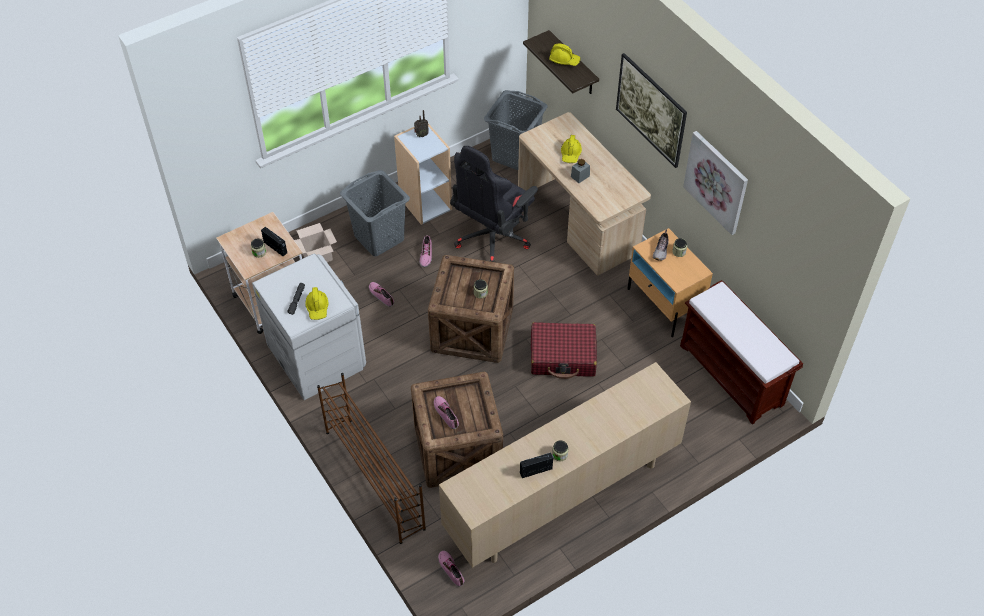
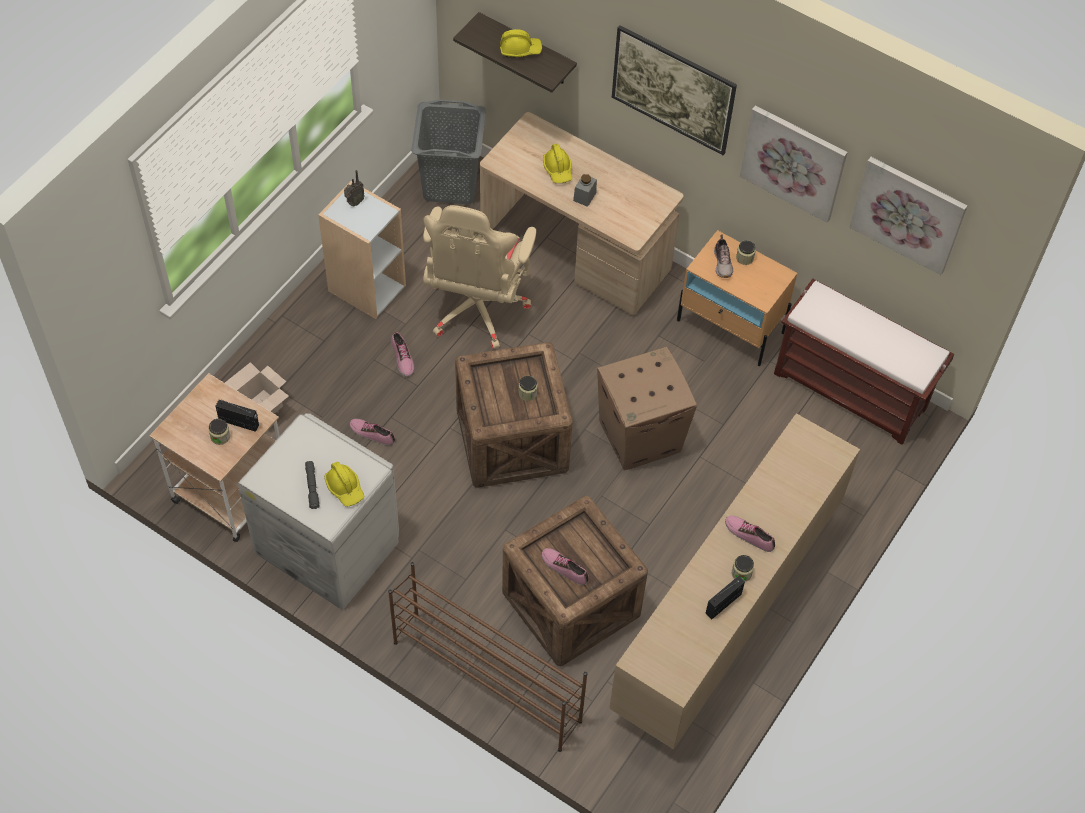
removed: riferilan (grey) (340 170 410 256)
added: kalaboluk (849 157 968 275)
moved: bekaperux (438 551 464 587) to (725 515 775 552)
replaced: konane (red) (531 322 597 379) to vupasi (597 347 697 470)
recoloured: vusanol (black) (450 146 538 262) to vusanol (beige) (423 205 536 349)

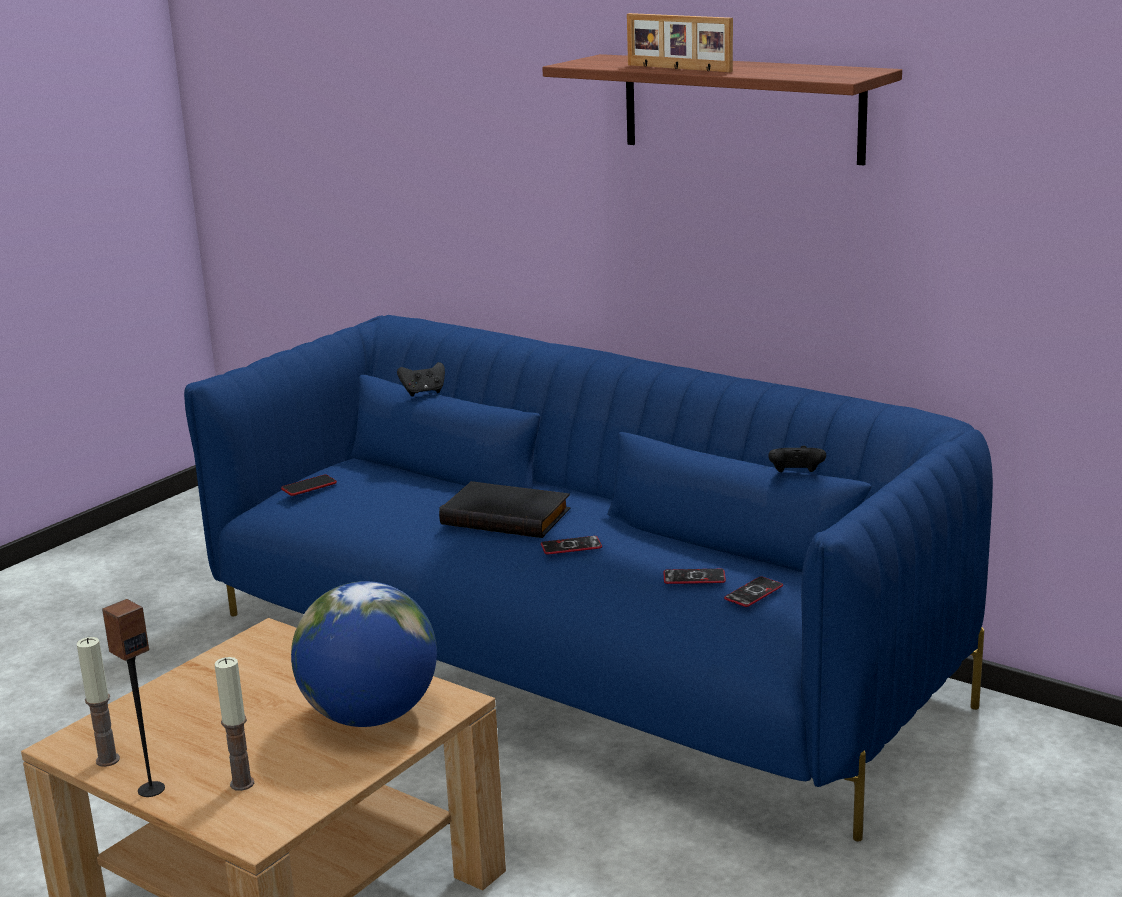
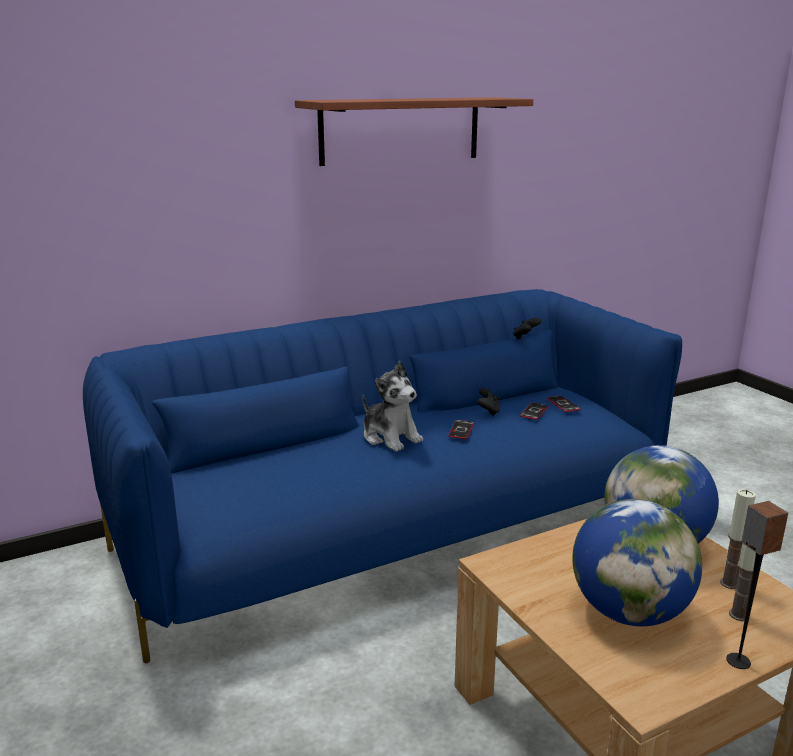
removed: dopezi (281 475 337 496); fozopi (627 13 733 72)
added: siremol (572 499 702 626)
moved: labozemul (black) (397 362 445 396) to (477 388 500 416); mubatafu (76 637 120 767) to (720 489 756 589)
replaced: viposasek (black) (439 481 570 538) to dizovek (363 361 423 452)

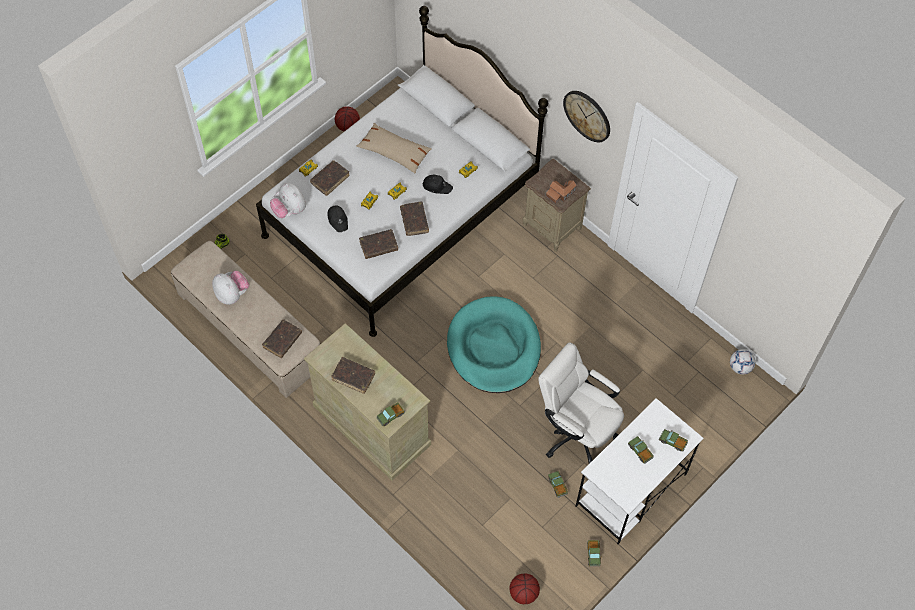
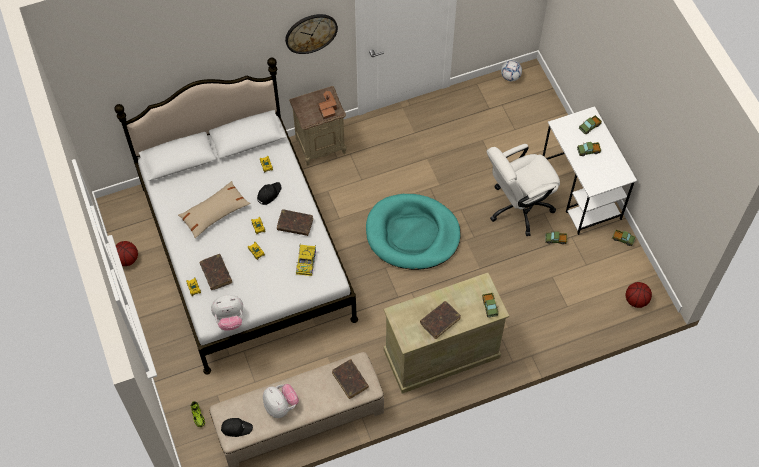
moved: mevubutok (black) (327 205 348 232) to (221 418 253 437)
replaced: viposasek (brown) (359 229 398 259) to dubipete (296 245 316 276)
turned: dizovek (212 271 249 305) = (263 384 299 418) 75 degrees clockwise

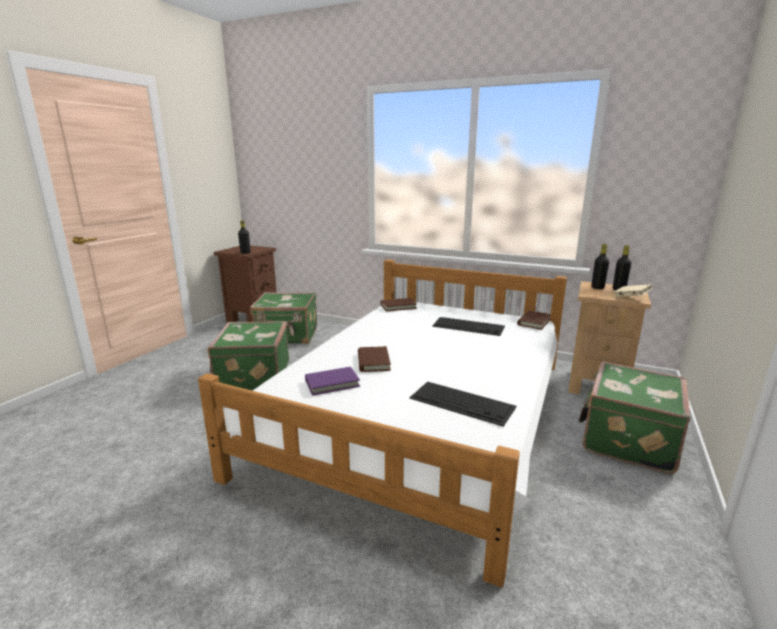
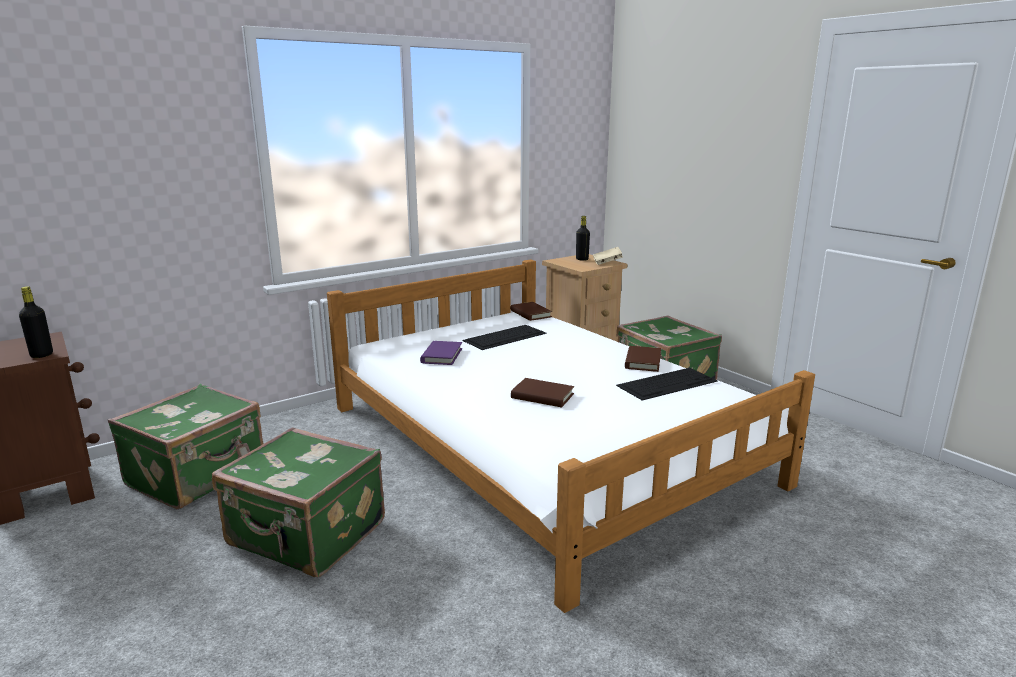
removed: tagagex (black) (592 244 609 289)
moved: viposasek (purple) (305 367 360 395) to (420 341 462 365); viposasek (brown) (381 298 417 311) to (625 346 661 372)

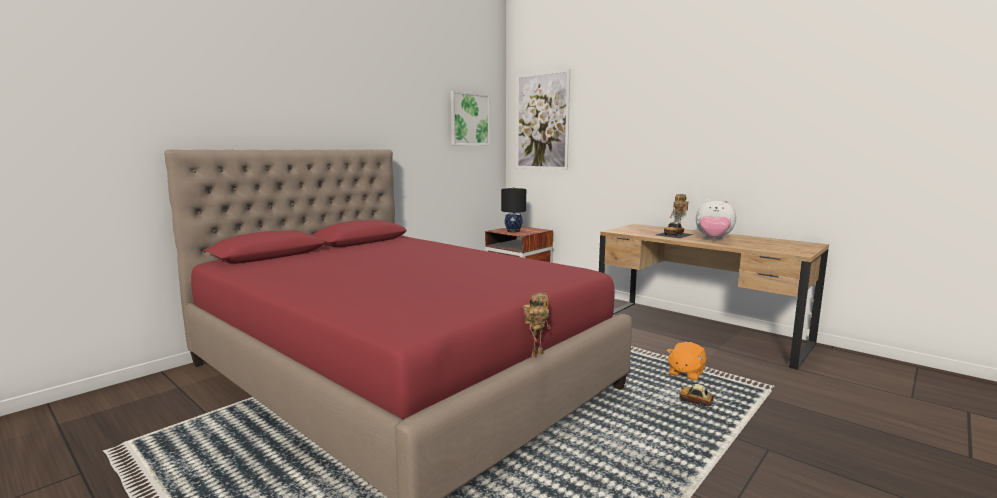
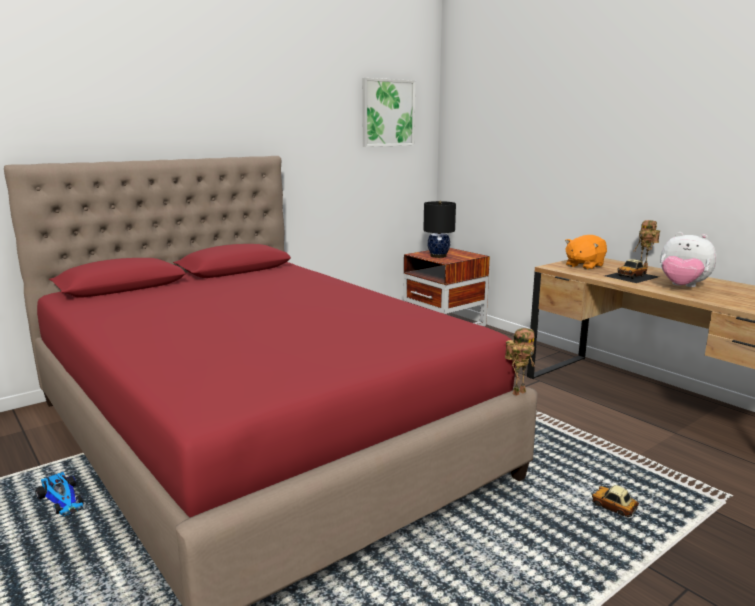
removed: kalaboluk (516 69 570 170)
added: dubipete (35 472 84 516)
moved: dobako (523 293 550 358) to (505 328 535 396); dizovek (orange) (666 342 706 381) to (565 235 607 270)

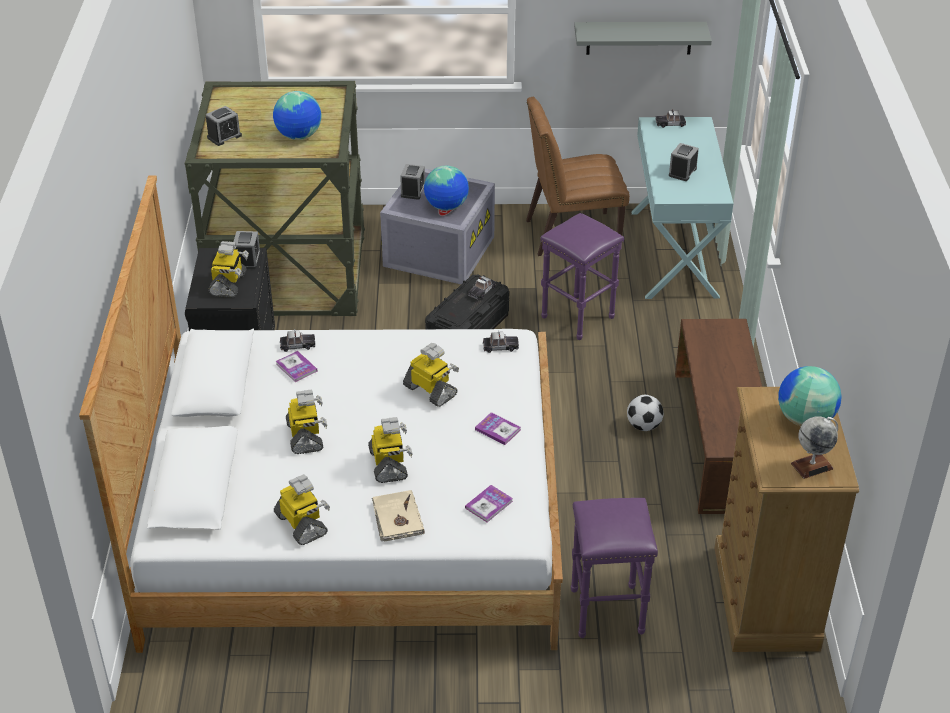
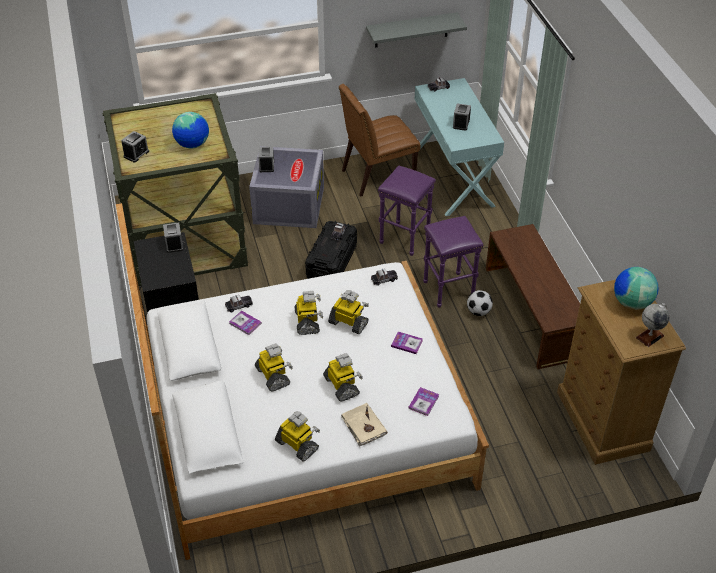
removed: siremol (424 166 469 211)
moved: dobako (208 241 249 298) to (294 291 323 335); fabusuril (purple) (571 498 658 638) to (423 216 483 308)

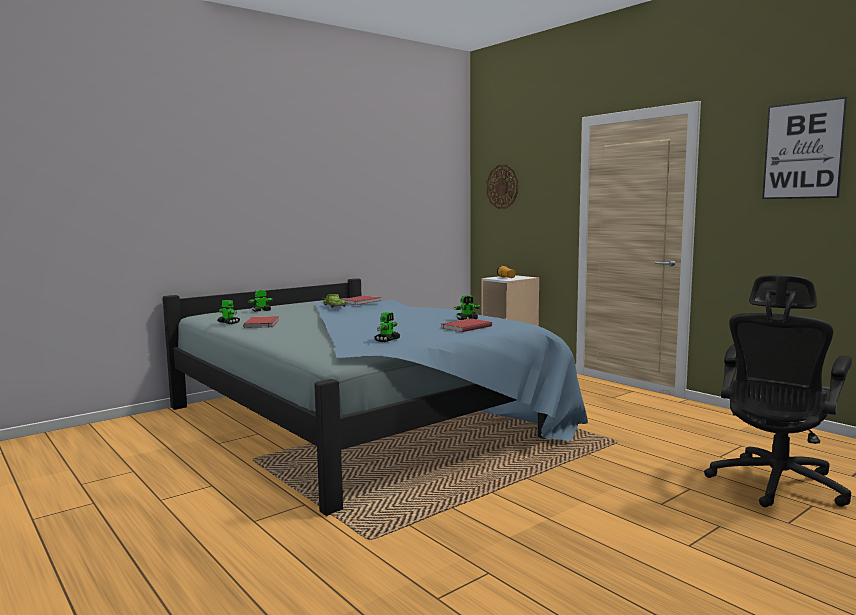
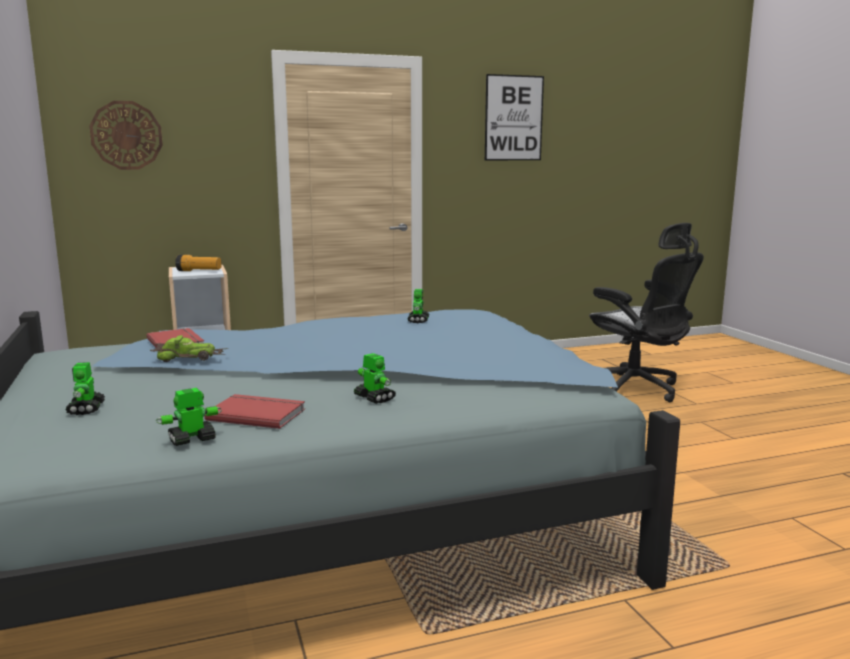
removed: viposasek (red) (441 318 492 332)
moved: dobako (374 312 401 342) to (354 353 396 404)

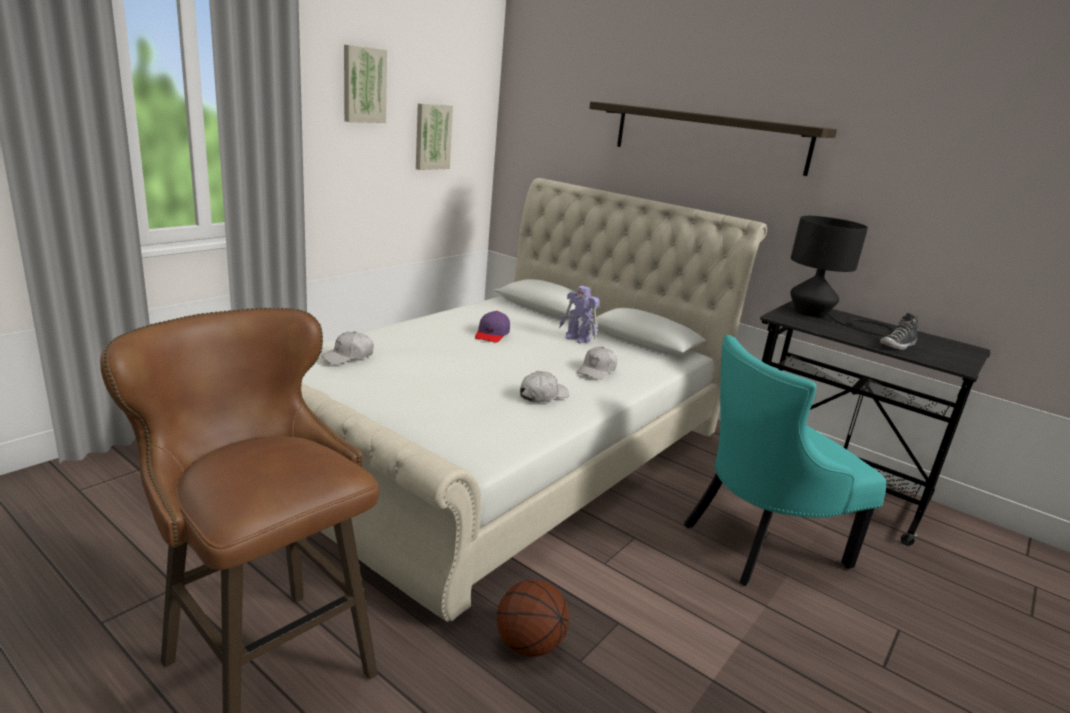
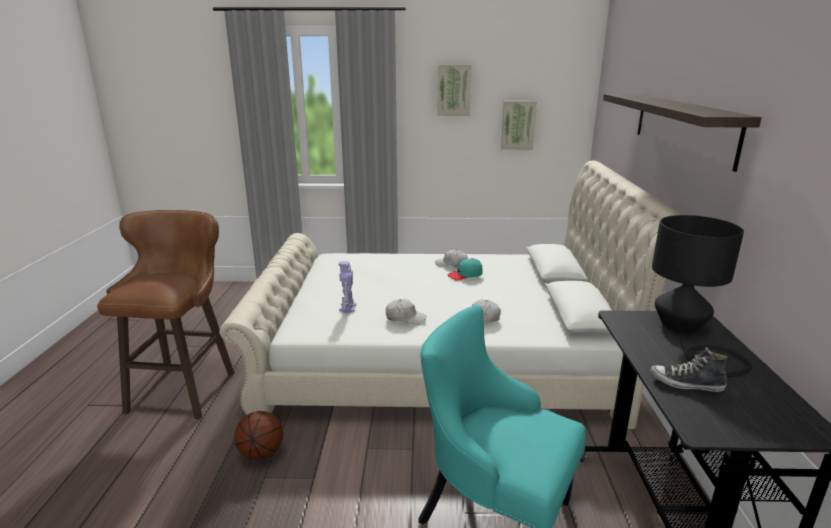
moved: dobako (559 286 600 343) to (339 261 356 313); mevubutok (white) (321 332 374 364) to (435 249 468 267)
recoloured: mevubutok (purple) (475 311 510 343) to mevubutok (turquoise) (447 258 482 280)

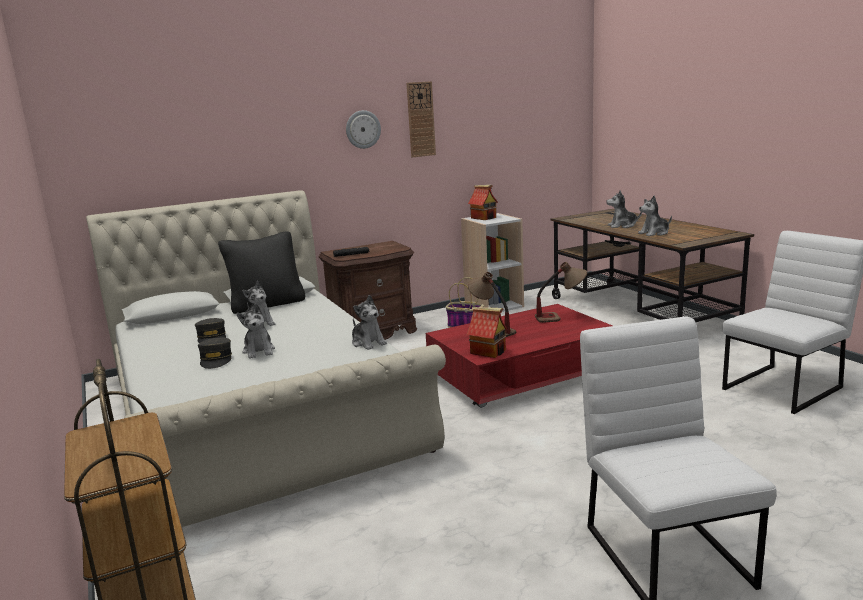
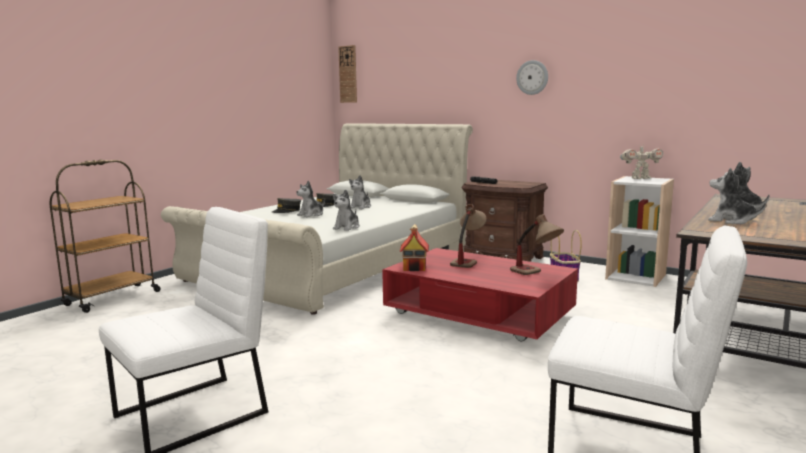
removed: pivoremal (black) (218 231 305 314)
moved: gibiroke (407 81 436 157) to (338 45 357 103)
replaced: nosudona (468 185 498 220) to dobako (620 147 664 179)

